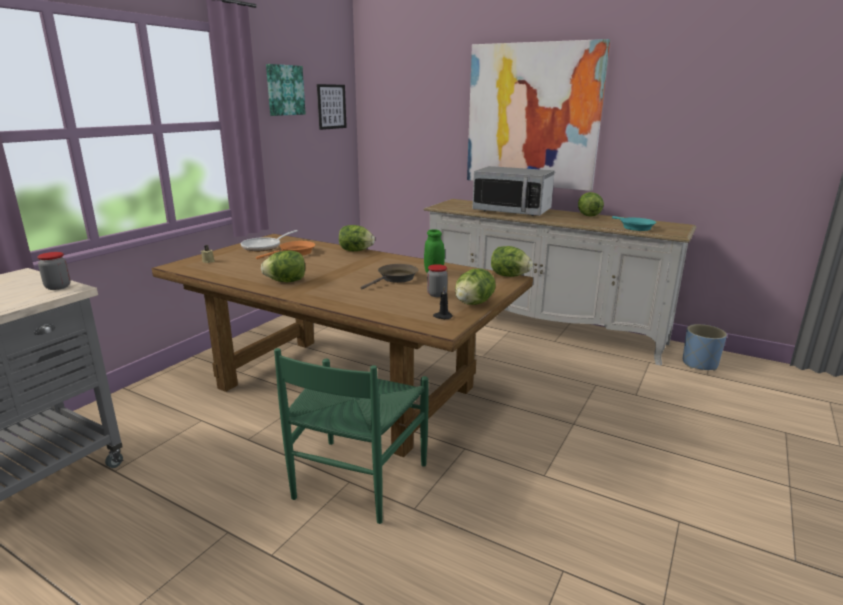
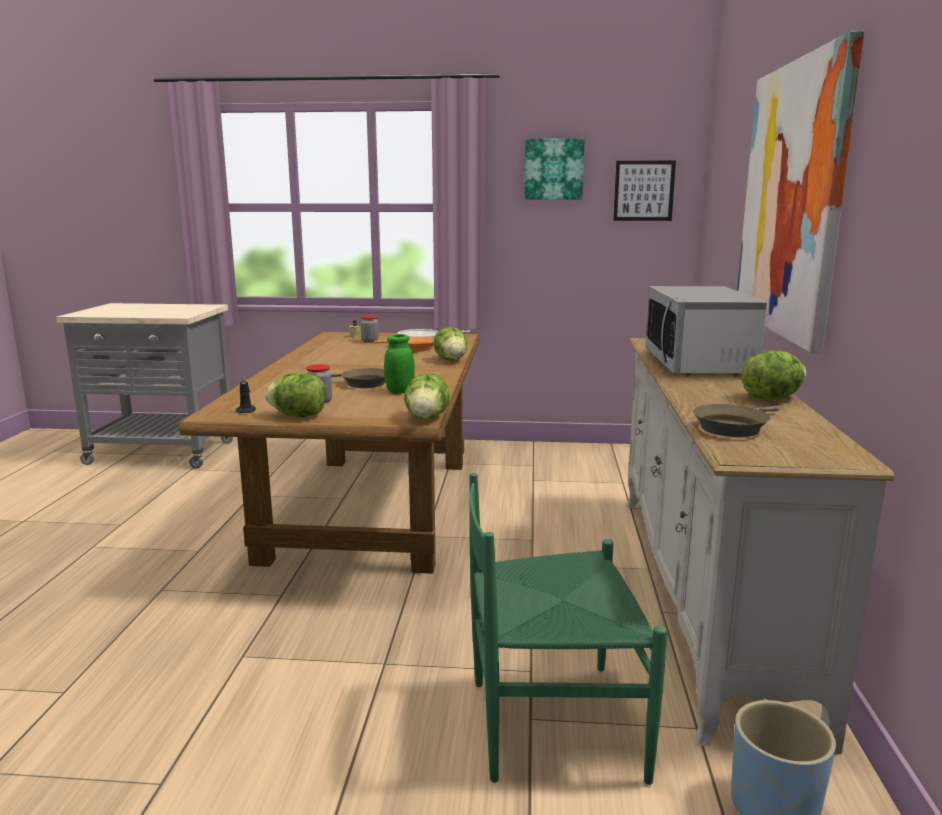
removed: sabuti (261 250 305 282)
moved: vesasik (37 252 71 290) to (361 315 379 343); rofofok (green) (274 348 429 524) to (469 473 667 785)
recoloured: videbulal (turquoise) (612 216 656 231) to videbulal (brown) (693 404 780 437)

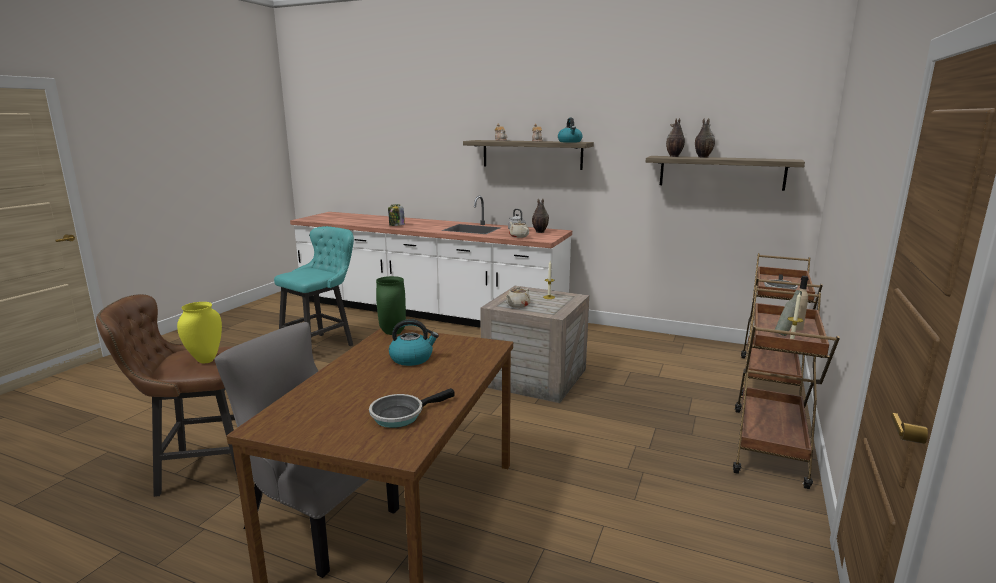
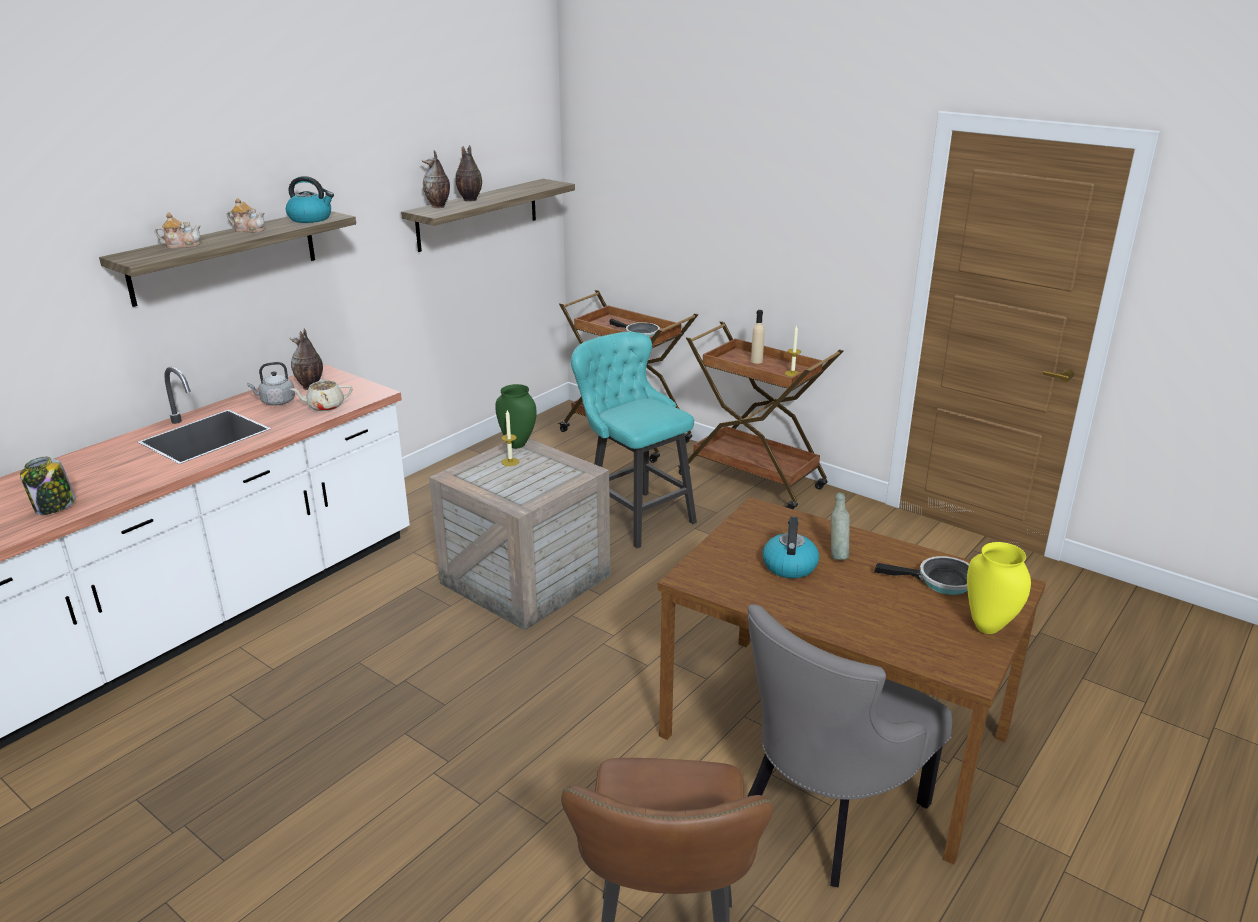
removed: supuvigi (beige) (506 286 531 308)
moved: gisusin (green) (376 276 406 335) to (495 384 537 449); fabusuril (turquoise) (274 226 354 346) to (571 332 697 548); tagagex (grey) (775 290 802 336) to (831 492 850 560); gisusin (yellow) (177 302 222 363) to (967 542 1031 634)
turned: videbulal (369 388 455 428) = (874 556 969 595) 60 degrees counterclockwise

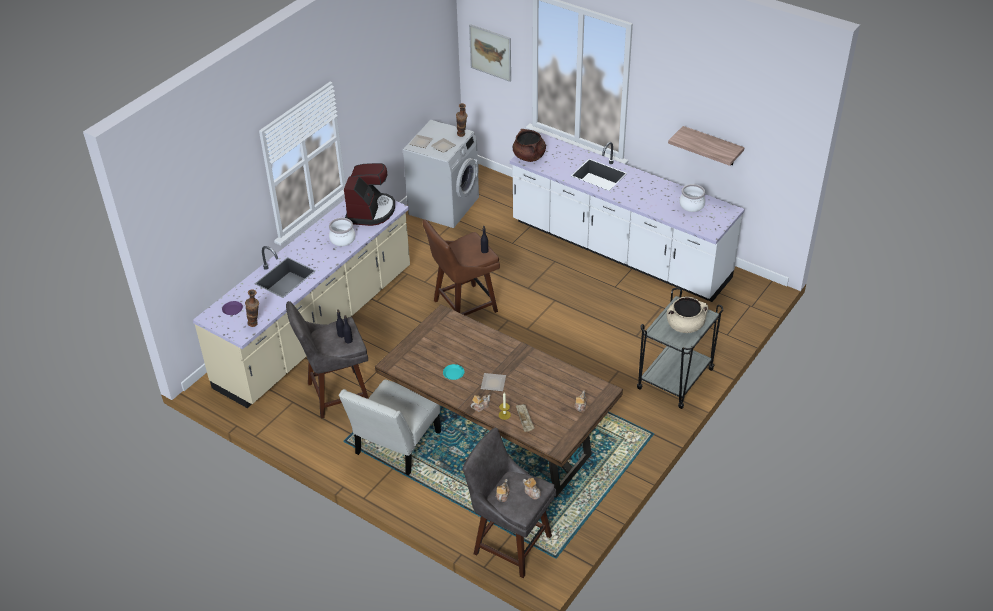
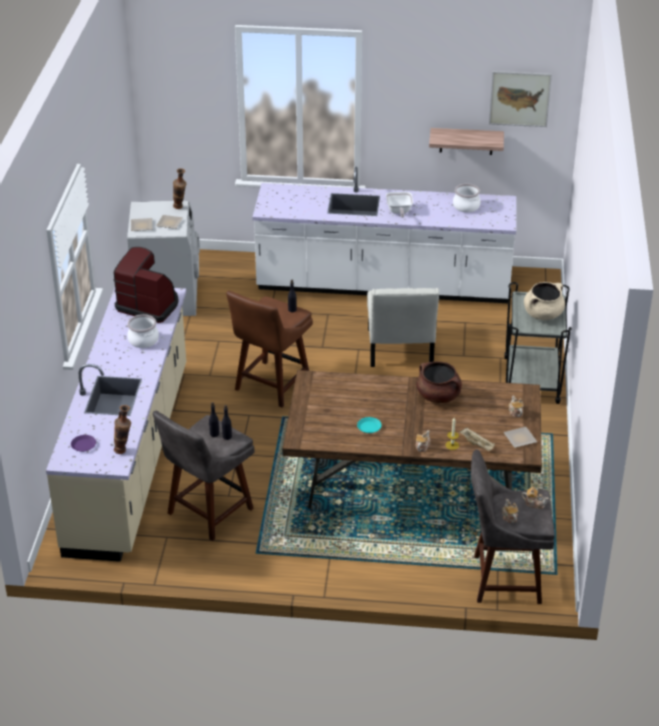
added: videbulal (386 192 413 218)
moved: rofofok (white) (339 380 441 475) to (367 288 439 367); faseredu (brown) (513 129 546 162) to (416 361 462 403); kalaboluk (469 24 511 82) to (489 71 552 127); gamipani (481 373 506 391) to (503 427 537 448)
turned: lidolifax (344 163 395 226) = (114 247 179 323) 45 degrees counterclockwise

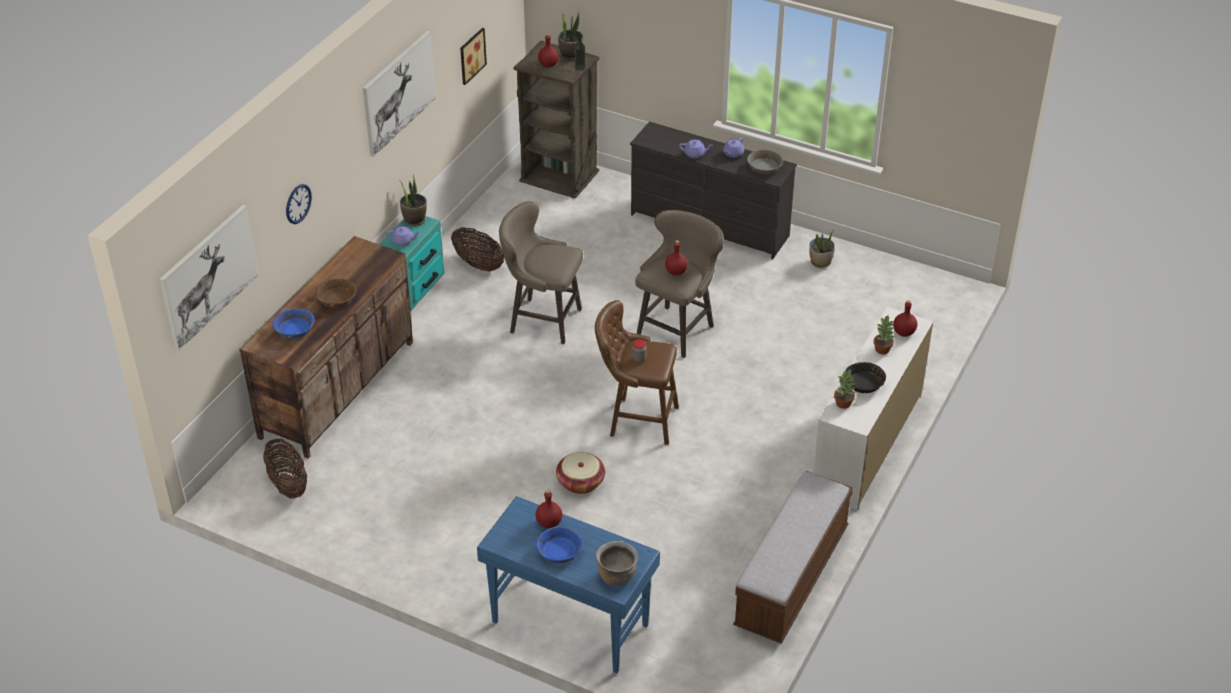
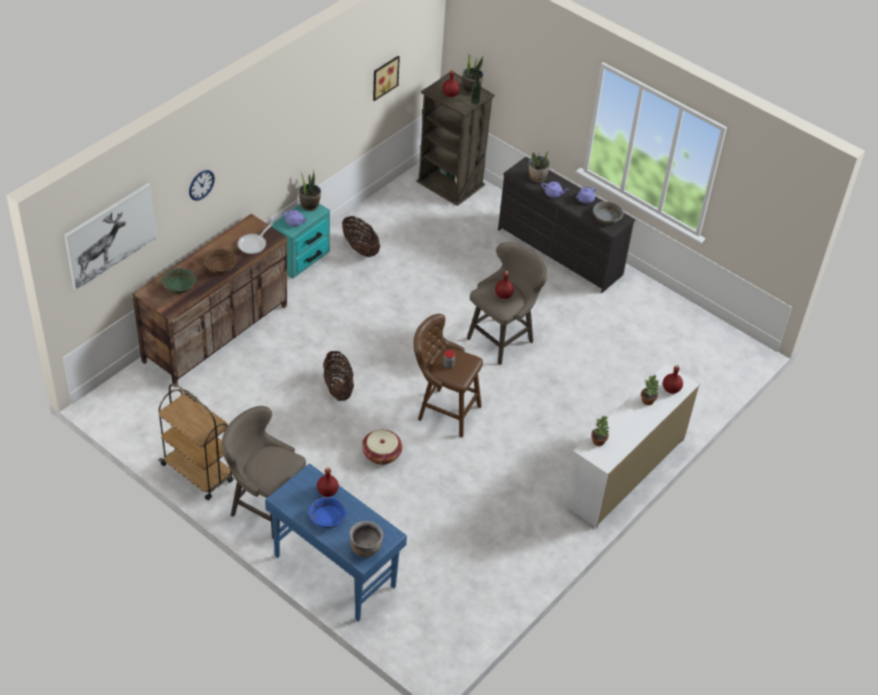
removed: kalaboluk (363 31 436 157); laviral (733 471 853 644); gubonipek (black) (845 362 886 393)
added: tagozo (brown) (158 383 234 500); videbulal (237 223 273 254)
moved: fabusuril (beige) (499 201 583 344) to (221 406 306 539); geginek (263 439 307 499) to (323 351 354 401); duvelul (809 230 835 268) to (528 152 550 182)
recoloured: gubonipek (blue) (273 308 315 339) to gubonipek (green) (162 268 196 294)

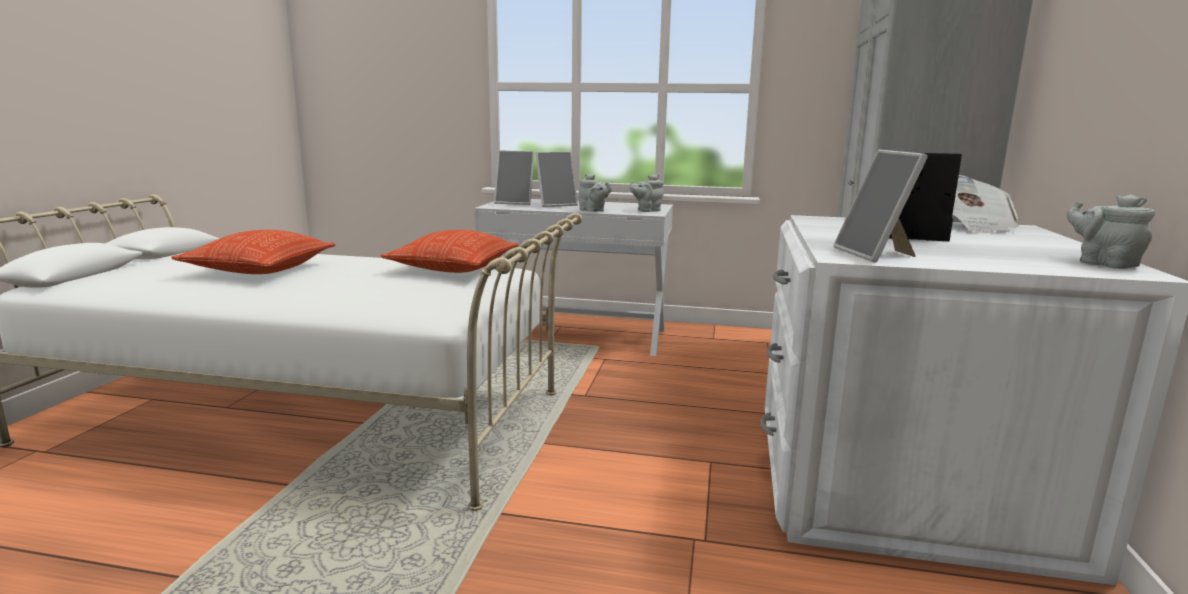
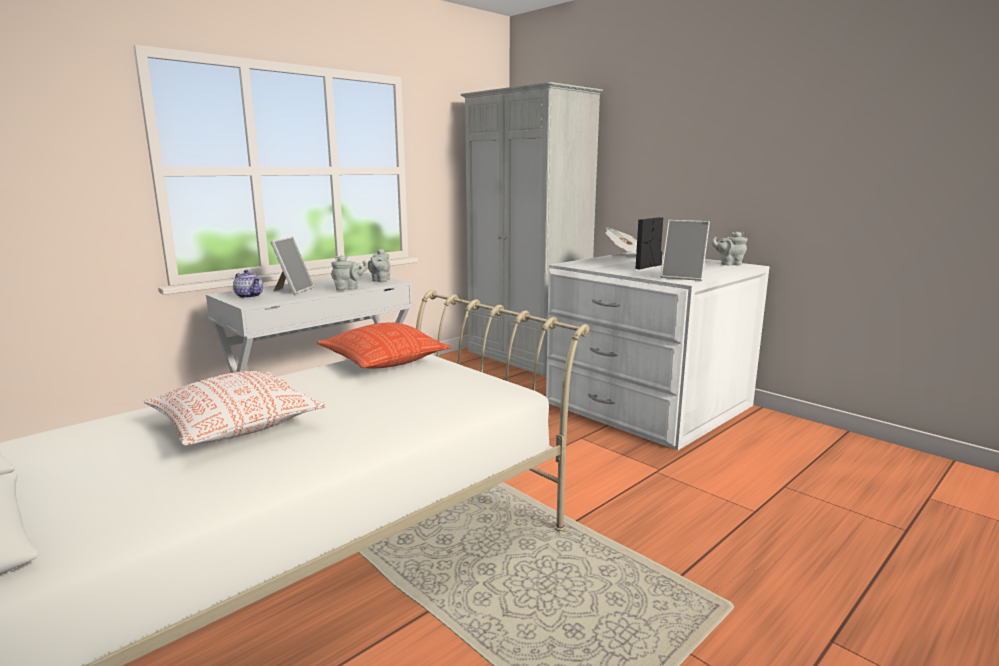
replaced: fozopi (494 150 534 205) to supuvigi (233 270 263 298)
recoloured: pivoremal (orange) (171 230 335 274) to pivoremal (white) (144 371 326 446)

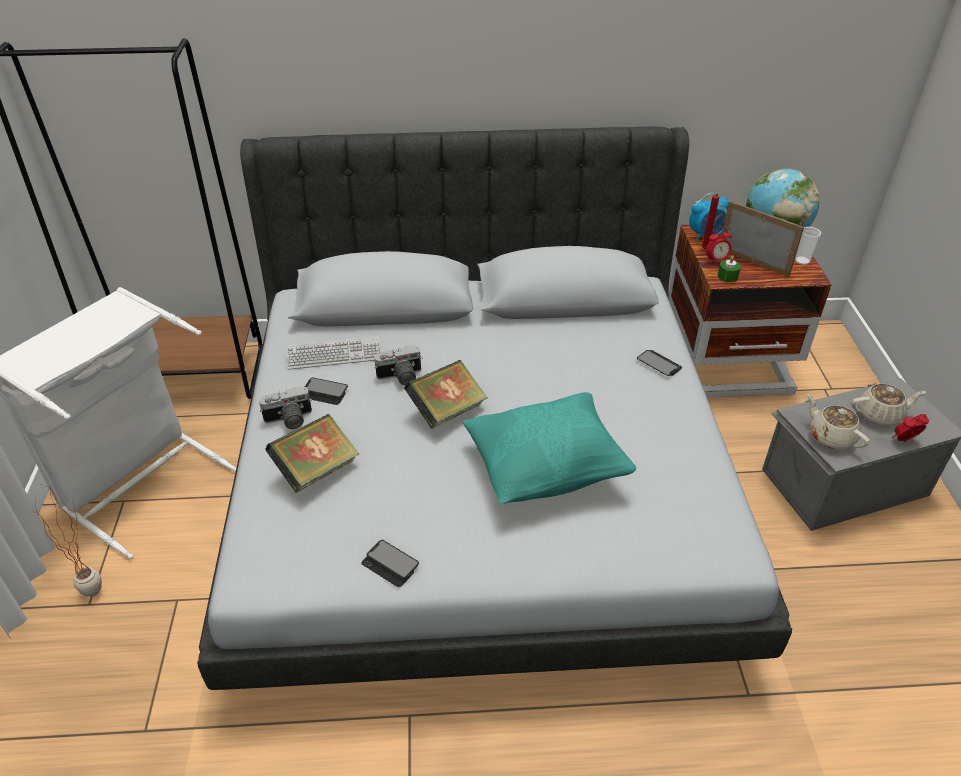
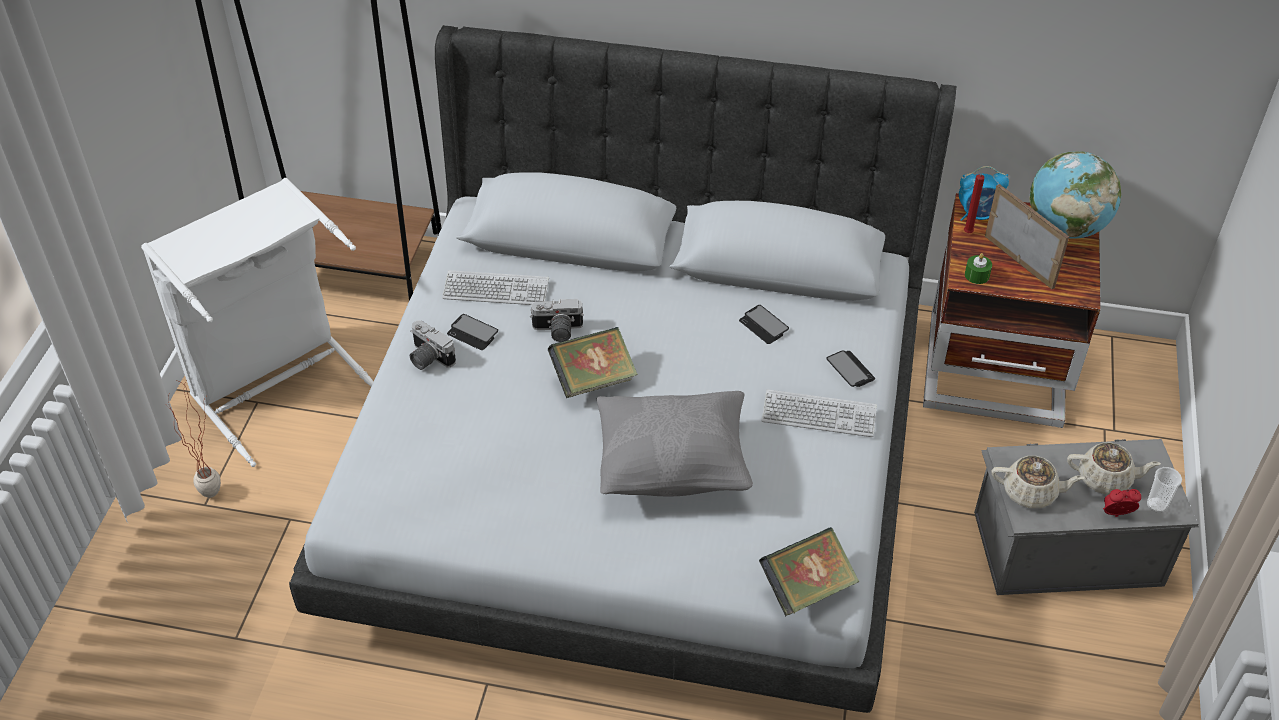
removed: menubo (706 227 731 265)
added: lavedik (762 389 877 437)
moved: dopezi (361 540 419 587) to (739 305 789 344); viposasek (265 414 359 493) to (759 527 860 617); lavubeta (795 227 821 265) to (1147 467 1182 513)
recoloured: pivoremal (turquoise) (463 392 636 504) to pivoremal (grey) (597 391 753 496)
turned: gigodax (259 386 312 429) = (410 320 456 370) 45 degrees clockwise; supuvigi (beige) (807 394 870 449) = (992 456 1085 508) 120 degrees clockwise

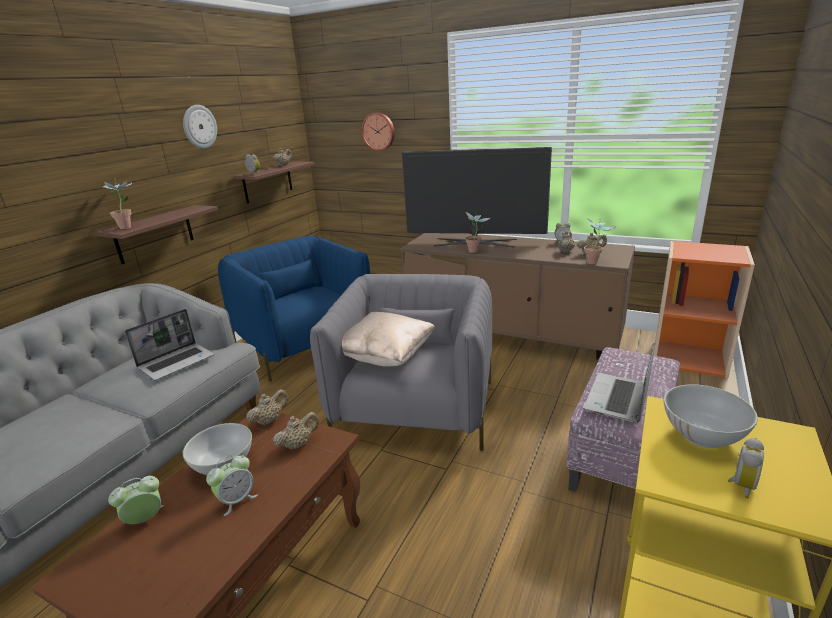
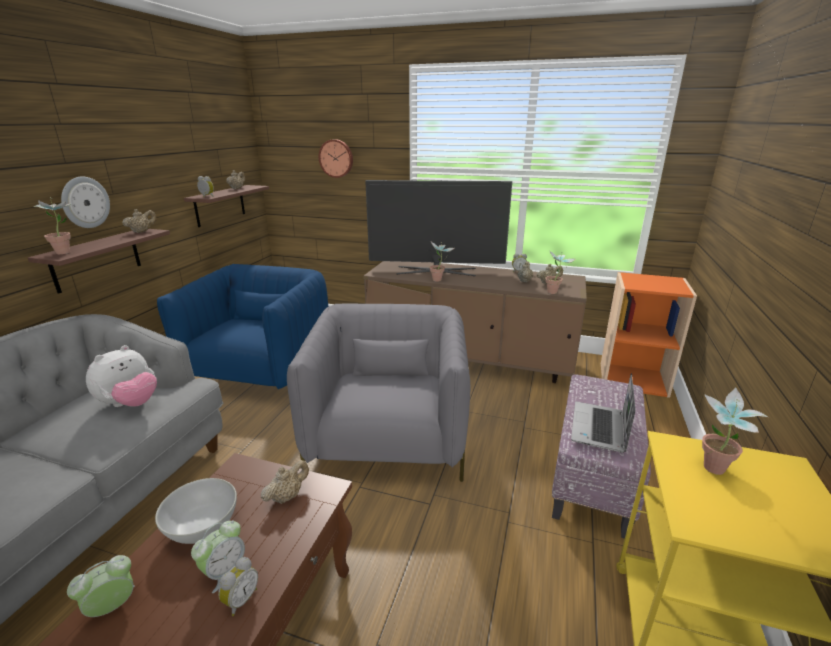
removed: pivoremal (beige) (342 311 435 367)
moved: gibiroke (183 105 217 148) to (61 177 110 228); supuvigi (beige) (247 389 288 425) to (122 209 156 233); menubo (728 438 764 498) to (218 557 258 616)
replaced: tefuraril (125 309 215 381) to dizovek (86 345 157 407); gubonipek (white) (664 384 758 448) to duvelul (702 388 769 475)
turned: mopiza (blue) (218 236 370 382) = (157 264 328 389) 60 degrees clockwise

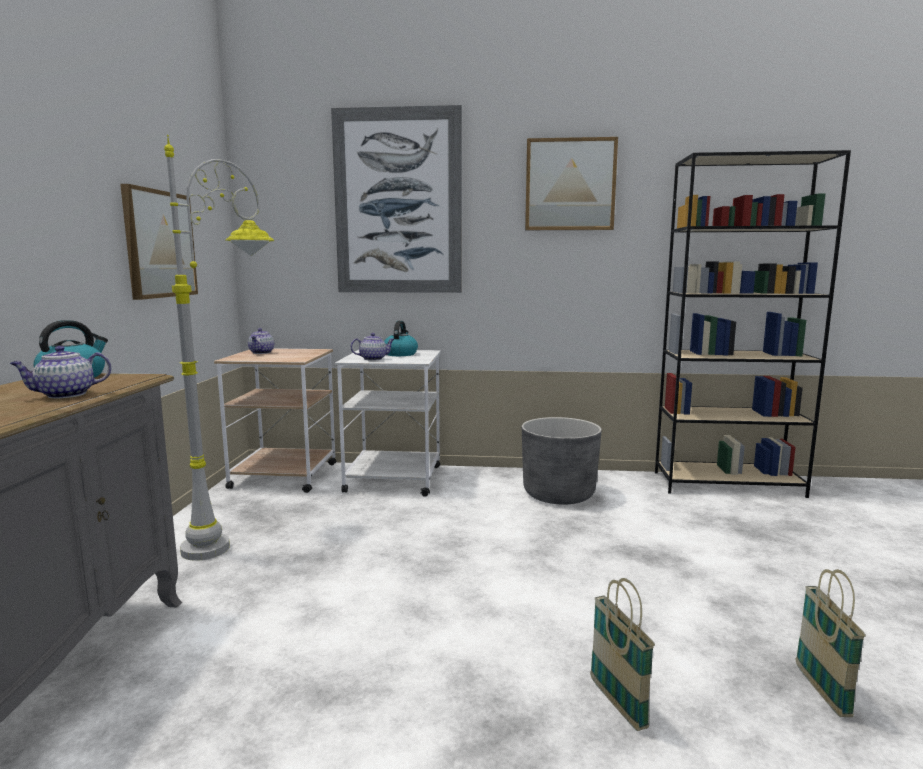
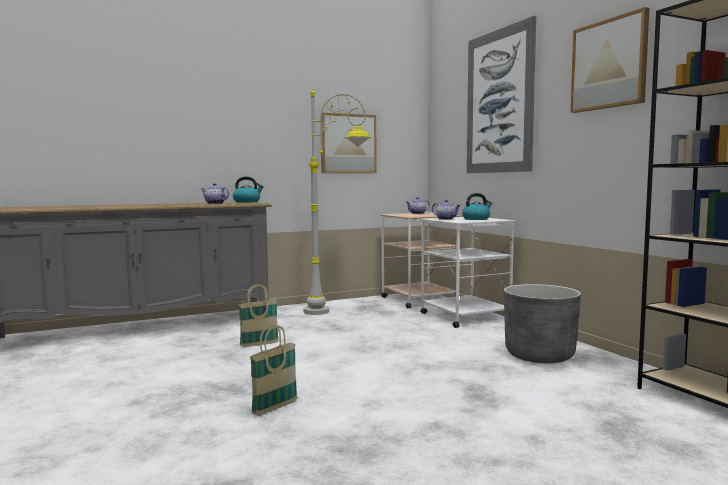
moved: geginek (796 569 866 717) to (238 284 279 347)

